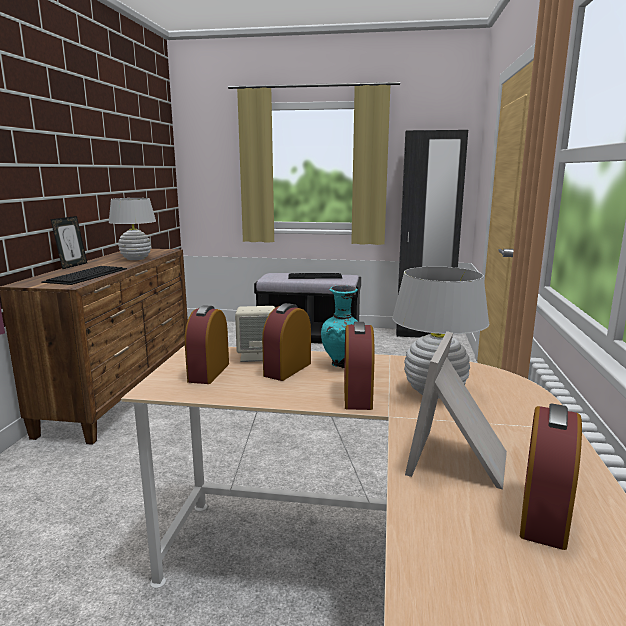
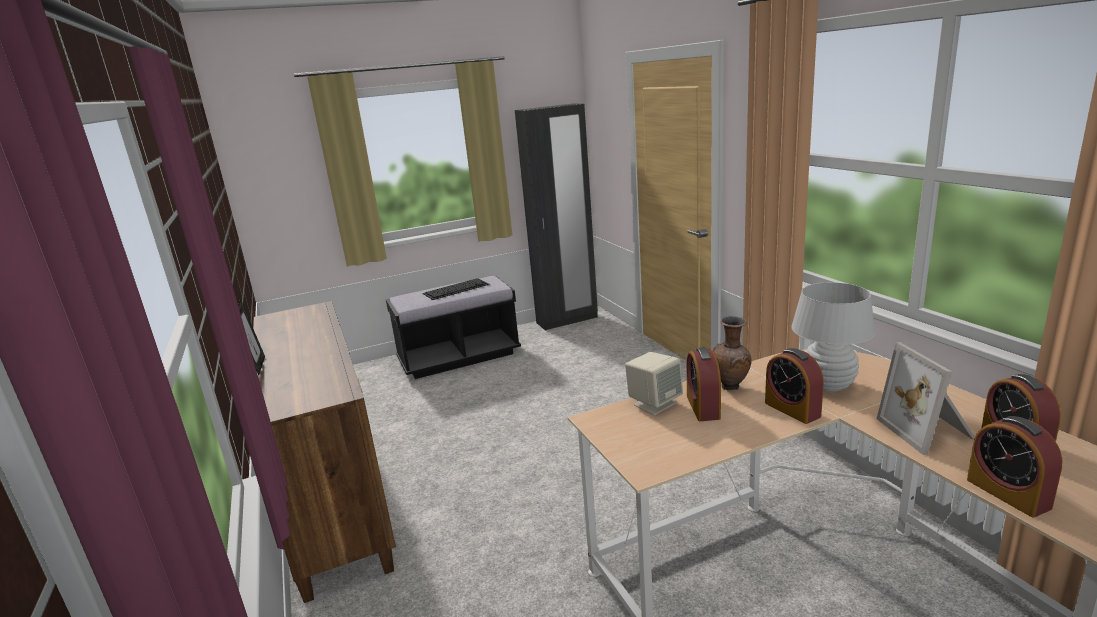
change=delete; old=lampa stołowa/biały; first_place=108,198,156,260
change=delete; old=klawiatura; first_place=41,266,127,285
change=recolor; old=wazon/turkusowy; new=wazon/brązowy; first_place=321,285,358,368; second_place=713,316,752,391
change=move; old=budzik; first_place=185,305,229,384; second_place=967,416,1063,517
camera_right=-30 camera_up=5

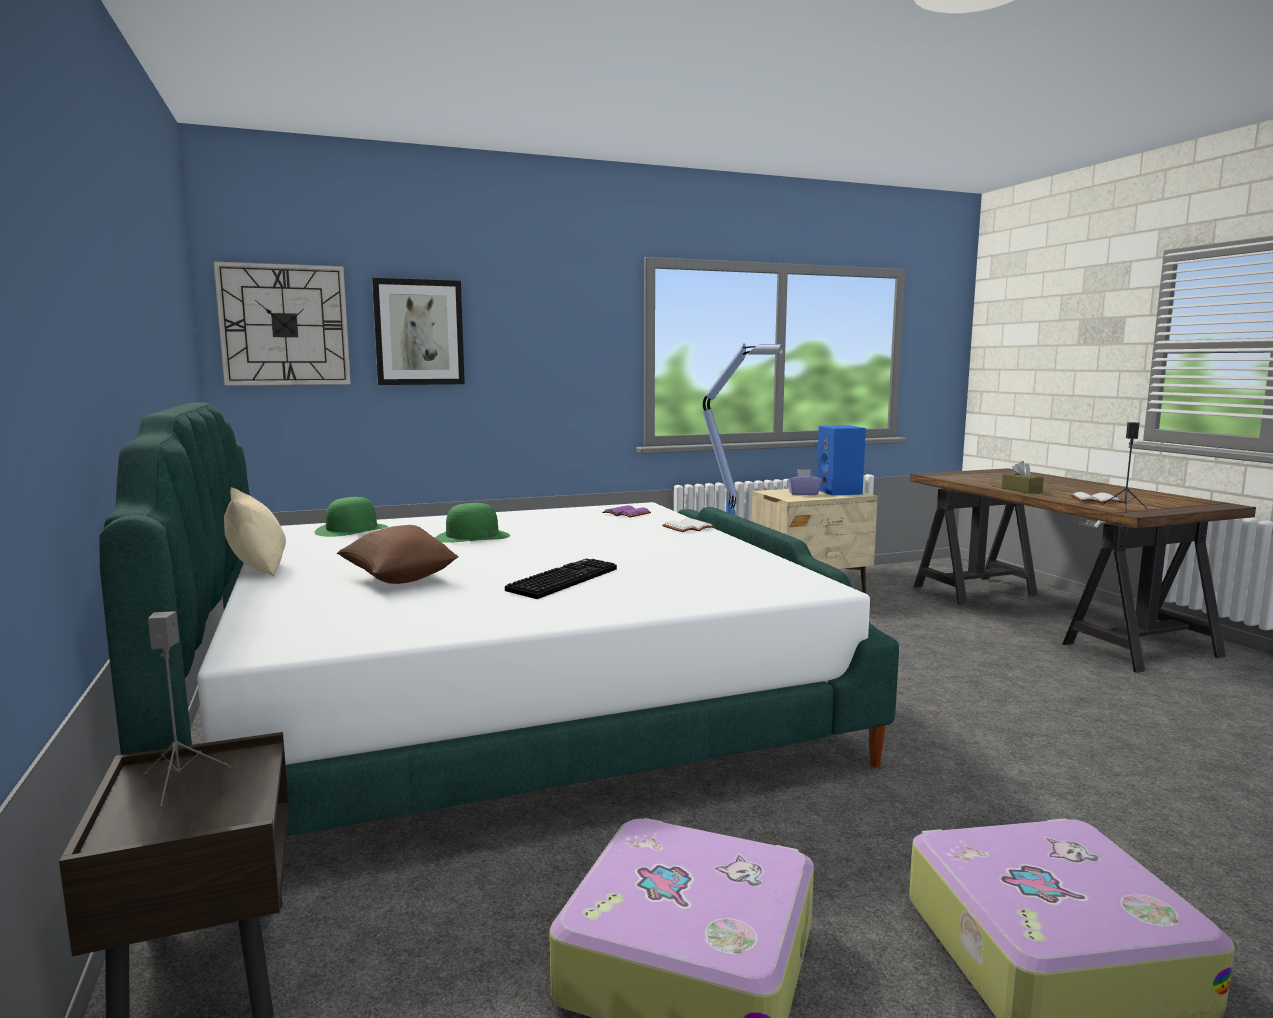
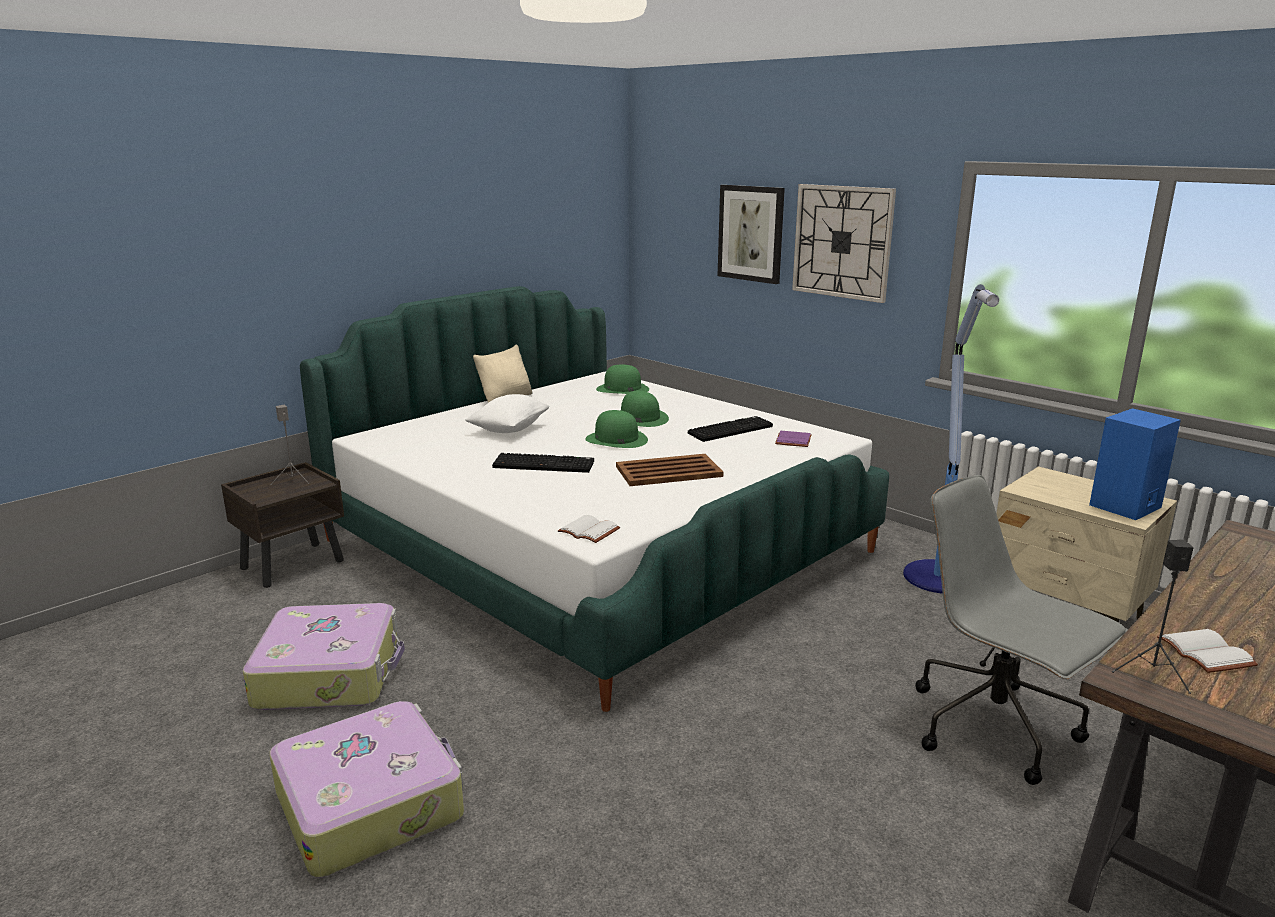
change=move; old=zegar ścienny; first_place=214,262,351,385; second_place=792,184,896,303
change=delete; old=pudełko chusteczek/brązowy; first_place=1002,461,1044,493
change=delete; old=pudełko chusteczek/fioletowy; first_place=787,469,822,495
change=move; old=książka/biały; first_place=662,518,716,532; second_place=558,515,620,543
change=recolor; old=poduszka/brązowy; new=poduszka/biały; first_place=337,525,459,584; second_place=465,394,549,433
change=insert; new=kapelusz/zielony; second_place=585,410,648,448
change=insert; new=klawiatura; second_place=688,416,773,442
change=insert; new=taca/brązowy; second_place=616,454,723,486
change=insert; new=krzesło biurowe/szary; second_place=915,475,1128,785
camera_right=65 camera_up=10

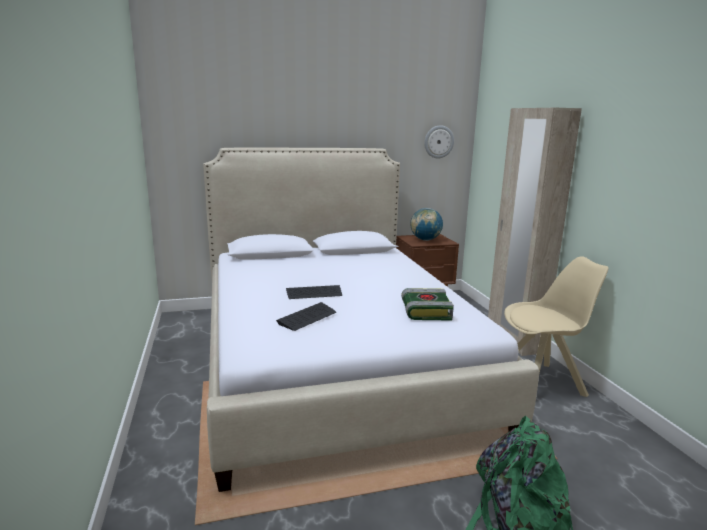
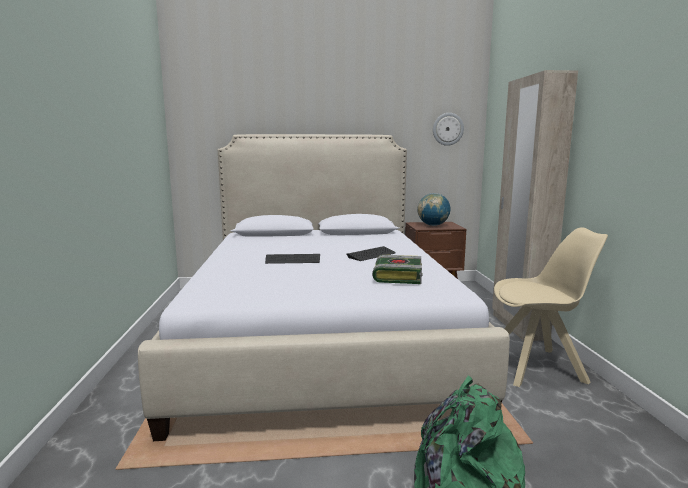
change=move; old=klawiatura; first_place=276,302,336,331; second_place=347,246,396,261
camera_right=10 camera_up=-5

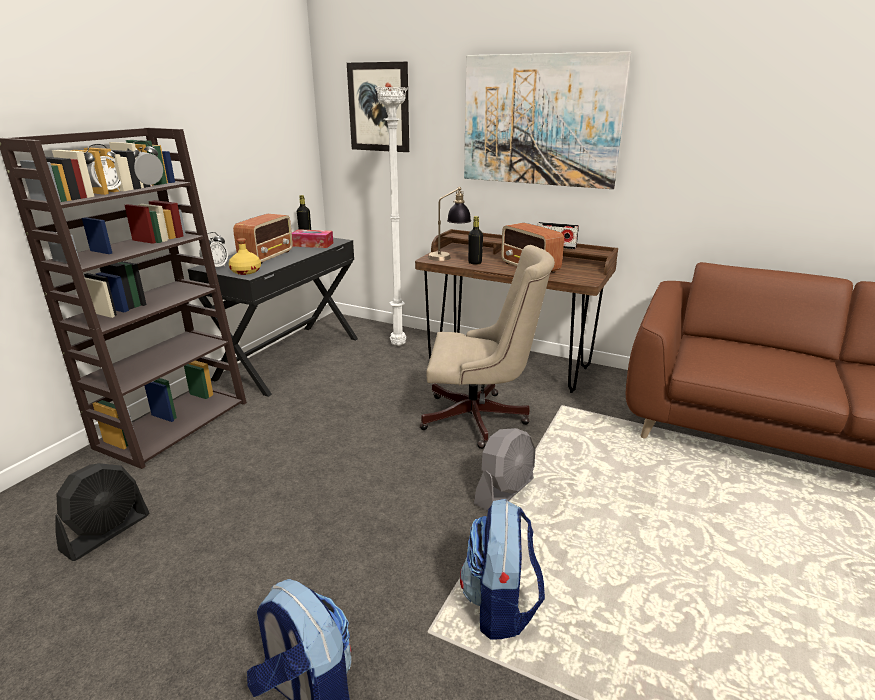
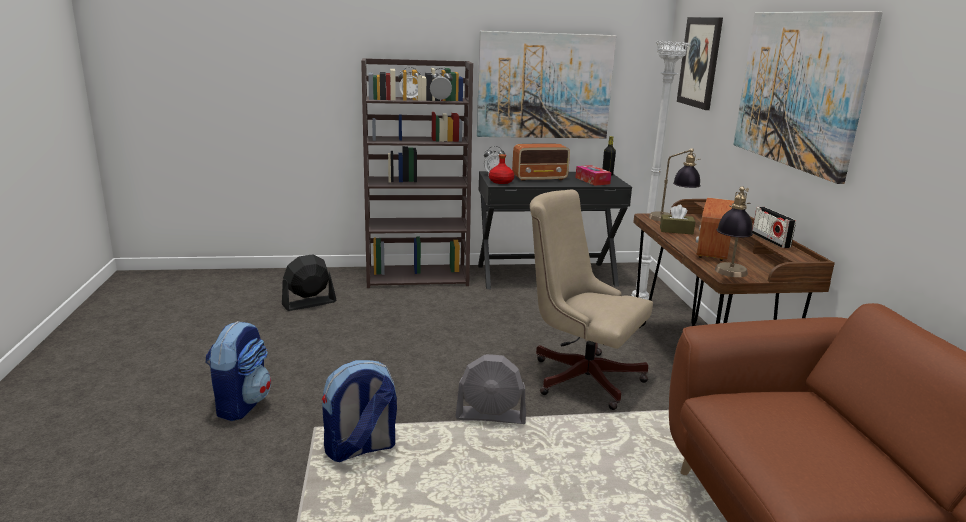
change=replace; old=butelka/czarny; new=pudełko chusteczek/brązowy; first_place=468,216,483,265; second_place=660,205,695,234
change=recolor; old=butelka/żółty; new=butelka/czerwony; first_place=229,238,261,275; second_place=489,154,514,184
change=rotate; old=krzesło biurowe/beżowy; first_place=420,245,555,449; second_place=530,190,653,410; degrees=150
change=rotate; old=wentylator/czarny; first_place=55,463,149,561; second_place=282,254,337,311; degrees=150
change=insert; new=obraz; second_place=477,31,616,138
change=insert; new=lampa stołowa; second_place=715,186,753,277
camera_right=55 camera_up=-5

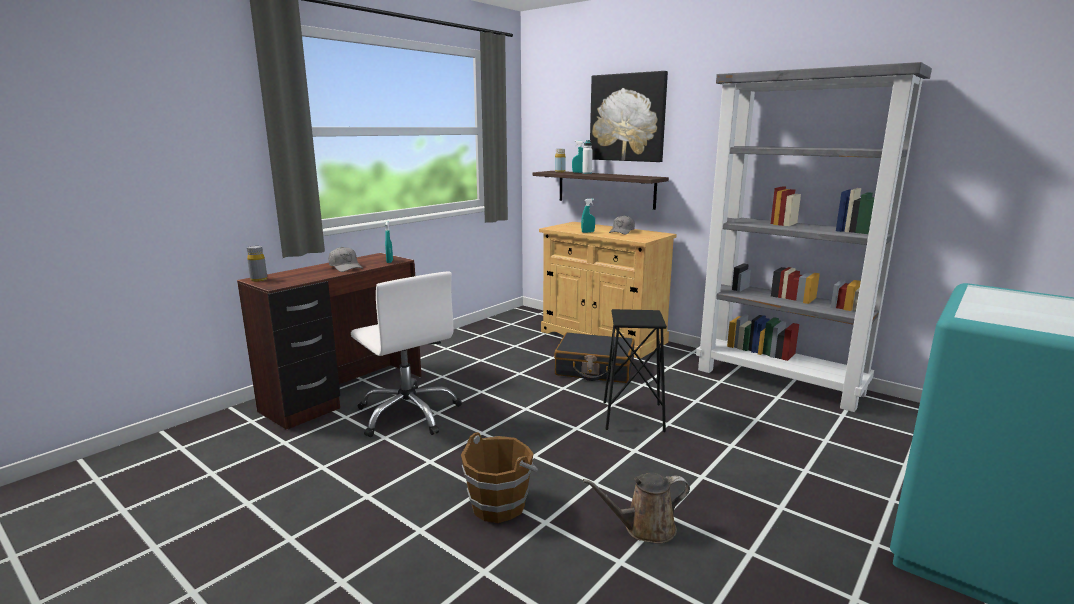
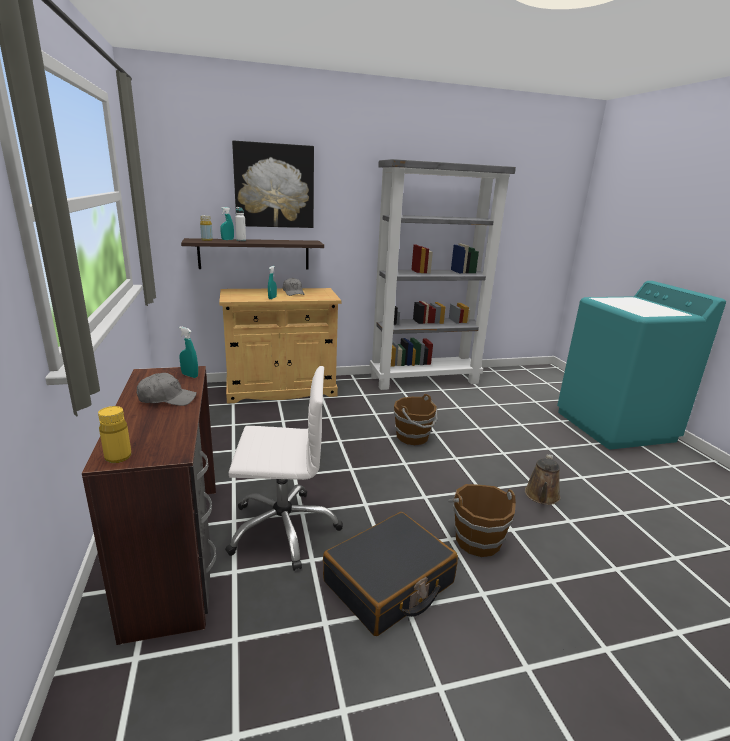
change=recolor; old=butelka/szary; new=butelka/żółty; first_place=247,246,267,282; second_place=98,406,132,463
change=replace; old=stołek/czarny; new=wiadro/brązowy; first_place=604,309,667,432; second_place=394,394,438,445
change=move; old=walizka/czarny; first_place=554,332,635,383; second_place=323,512,458,636
camera_right=-55 camera_up=5

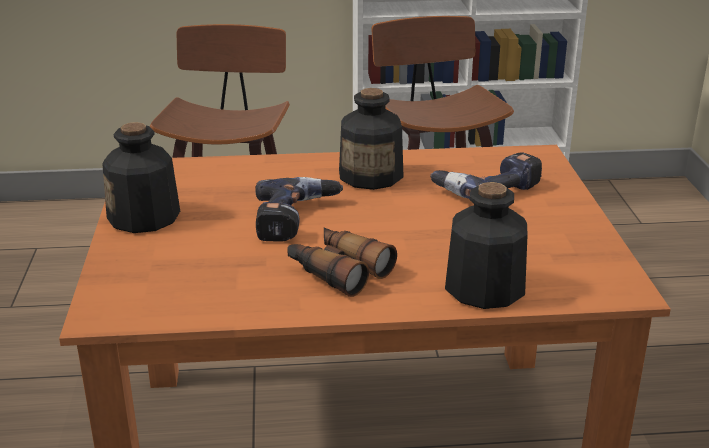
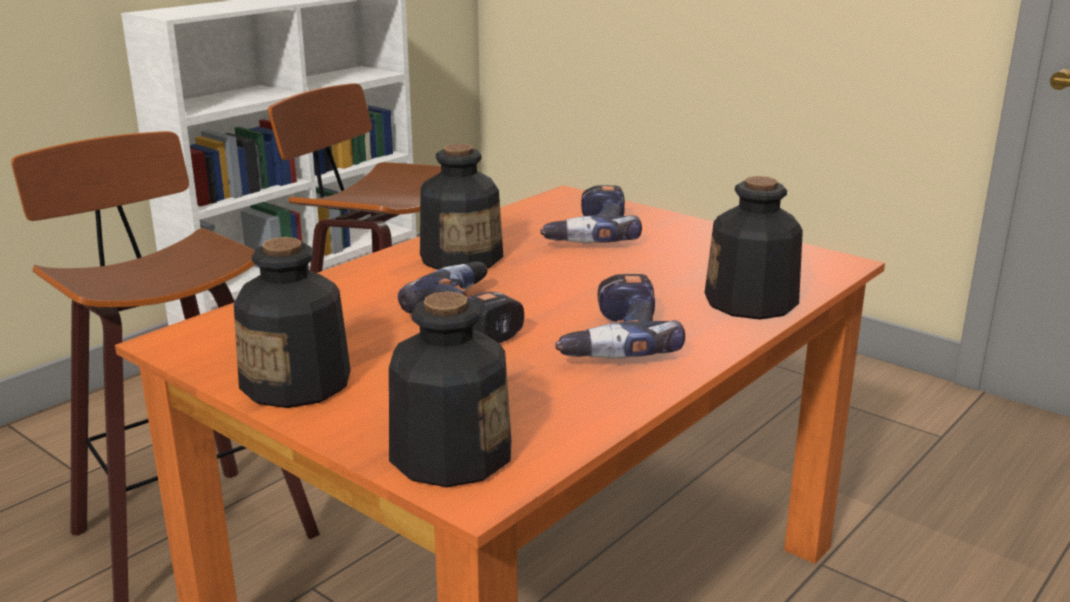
change=replace; old=lornetka; new=wiertarka; first_place=287,228,397,297; second_place=555,274,685,359
change=insert; new=butelka; second_place=389,291,511,487
camera_right=-45 camera_up=-5

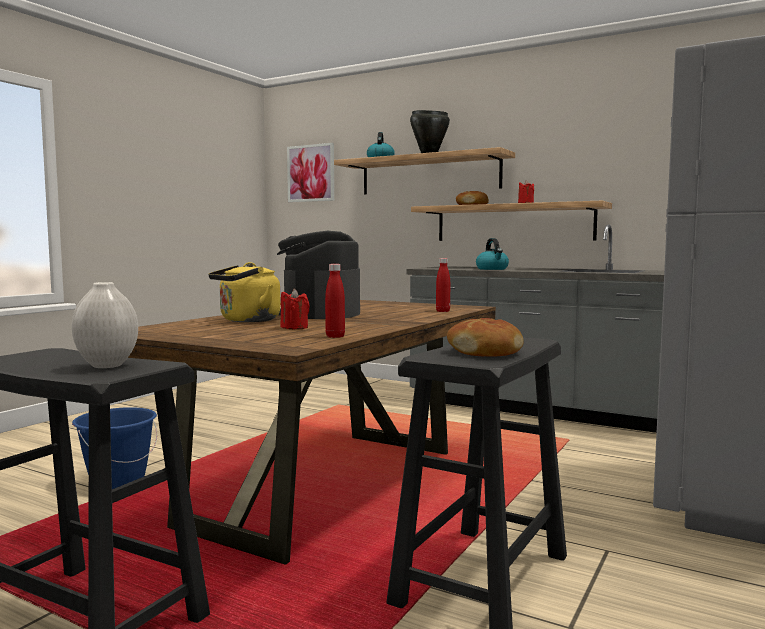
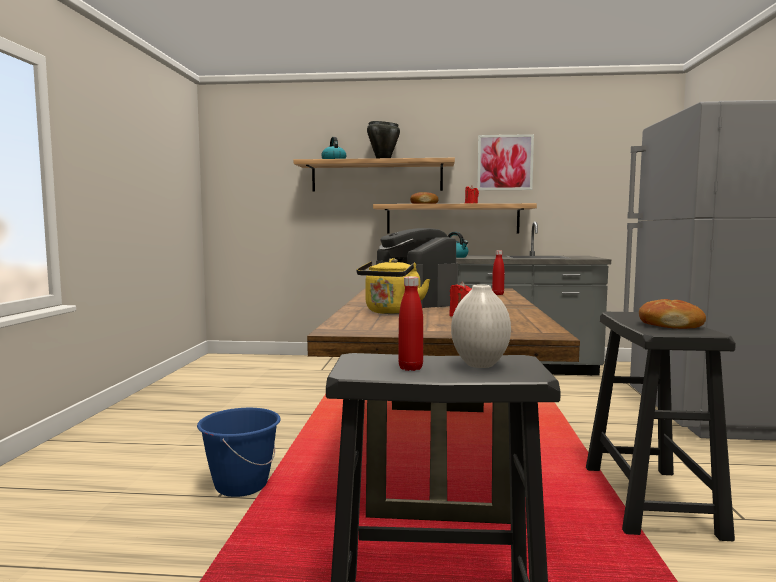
change=move; old=obraz; first_place=287,143,334,202; second_place=477,134,534,190
change=move; old=butelka/czerwony; first_place=325,264,345,338; second_place=398,276,423,371
camera_right=-25 camera_up=0

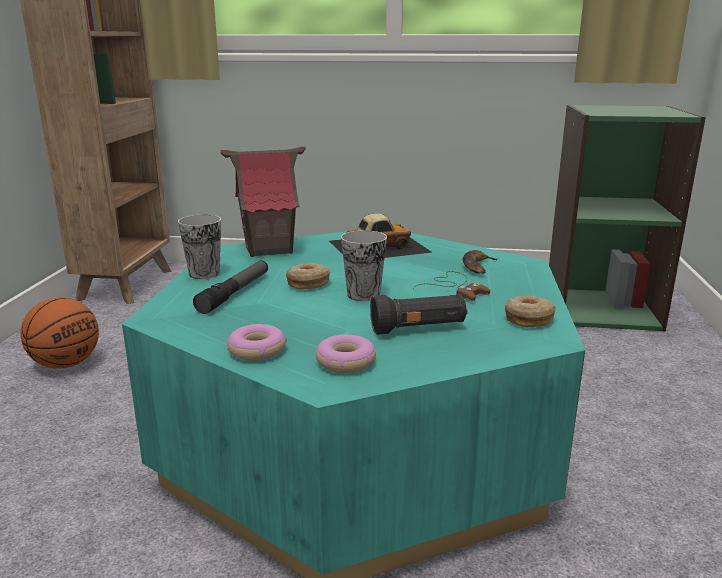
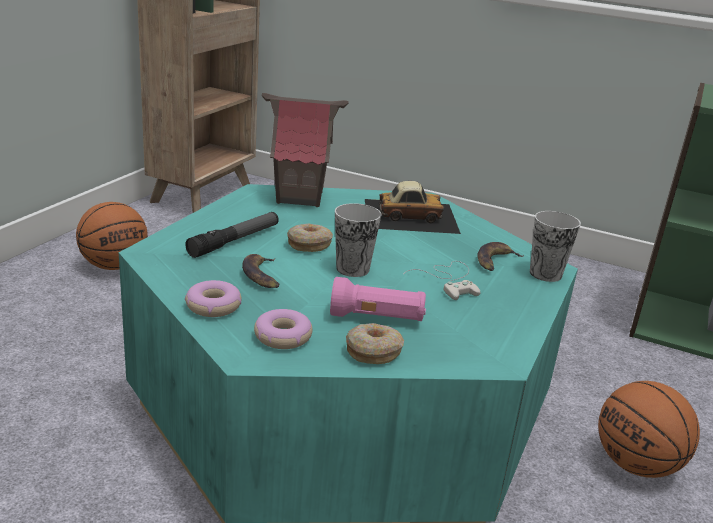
change=move; old=filiżanka; first_place=178,215,221,279; second_place=530,211,581,282
change=recolor; old=pad do gier/brązowy; new=pad do gier/biały; first_place=413,271,490,301; second_place=403,261,481,300
change=recolor; old=latarka/czarny; new=latarka/różowy; first_place=370,294,468,335; second_place=330,277,426,321
change=move; old=donut; first_place=505,296,556,327; second_place=346,323,404,364
change=insert; new=banan; second_place=242,254,279,288
change=insert; new=piłka do koszykówki; second_place=598,381,700,478
camera_right=15 camera_up=5

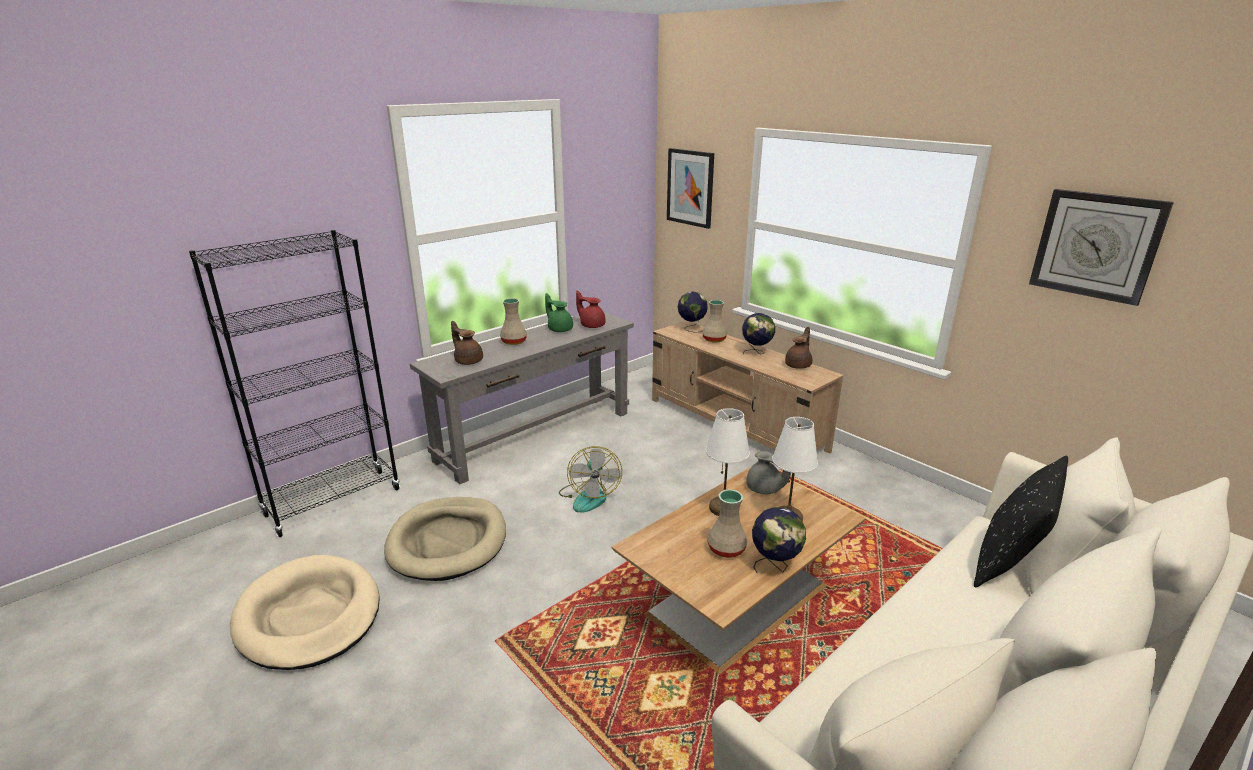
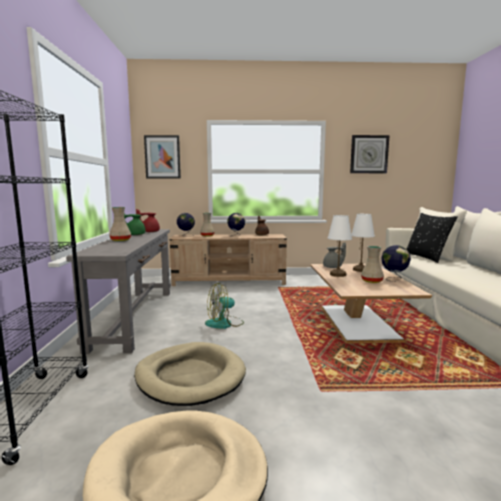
change=delete; old=imbryk/brązowy; first_place=451,321,483,365
change=rotate; old=wentylator; first_place=559,446,622,513; second_place=205,283,244,329; degrees=120
camera_right=-50 camera_up=-15

